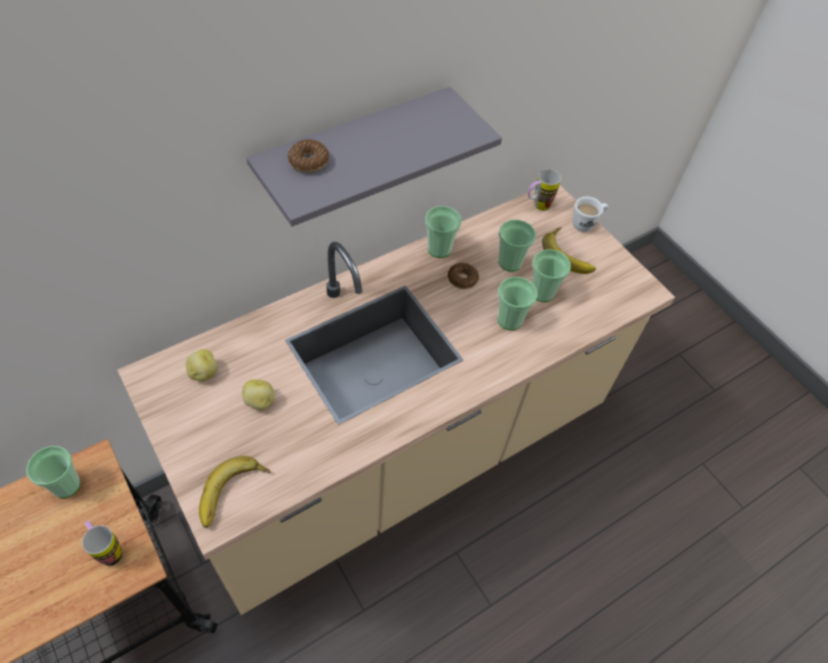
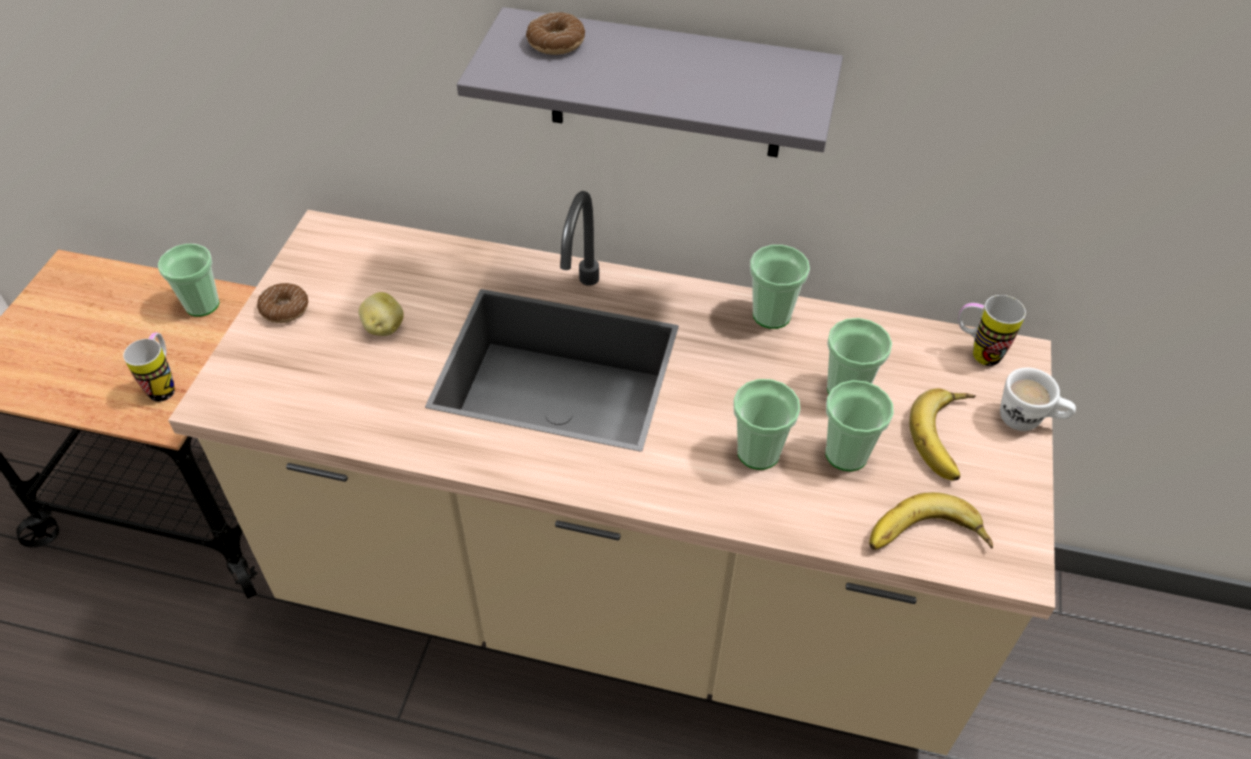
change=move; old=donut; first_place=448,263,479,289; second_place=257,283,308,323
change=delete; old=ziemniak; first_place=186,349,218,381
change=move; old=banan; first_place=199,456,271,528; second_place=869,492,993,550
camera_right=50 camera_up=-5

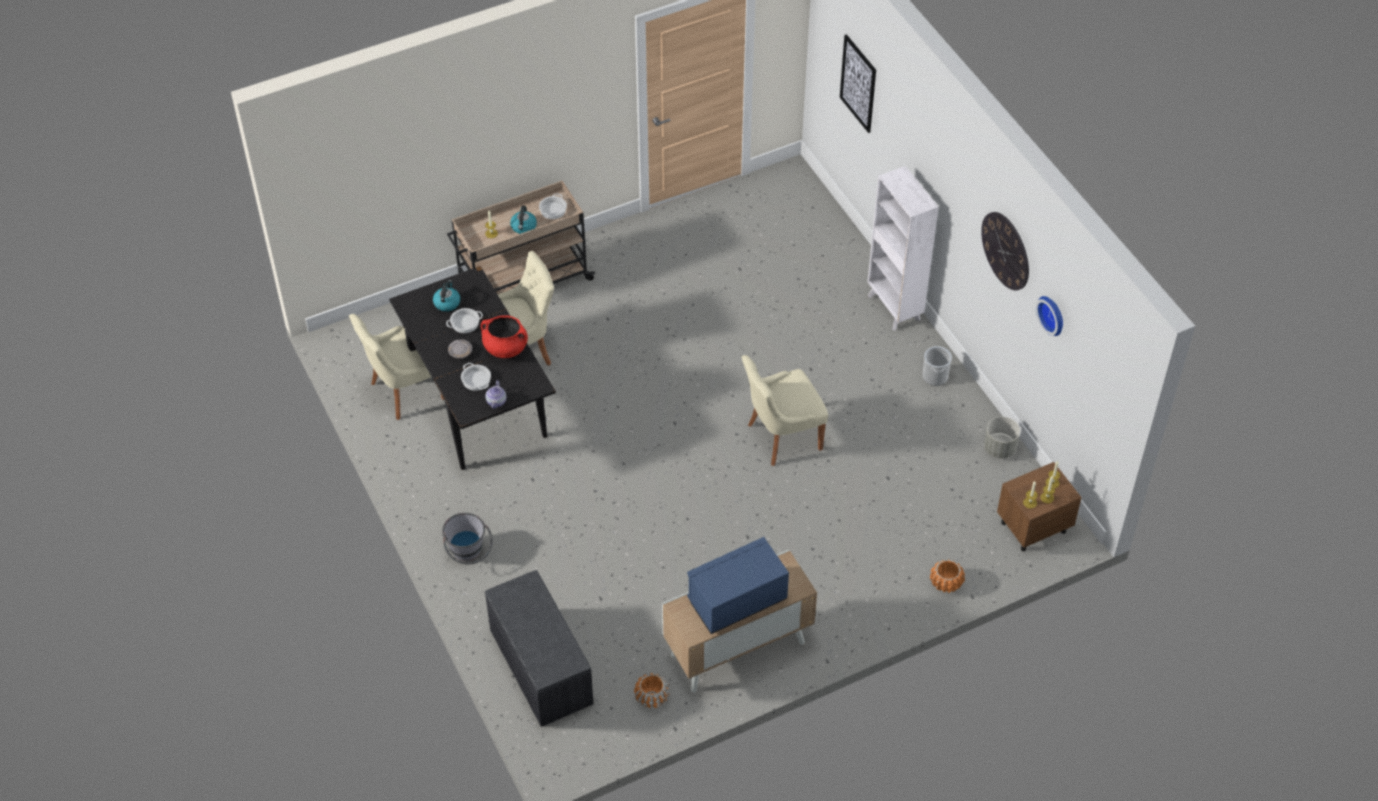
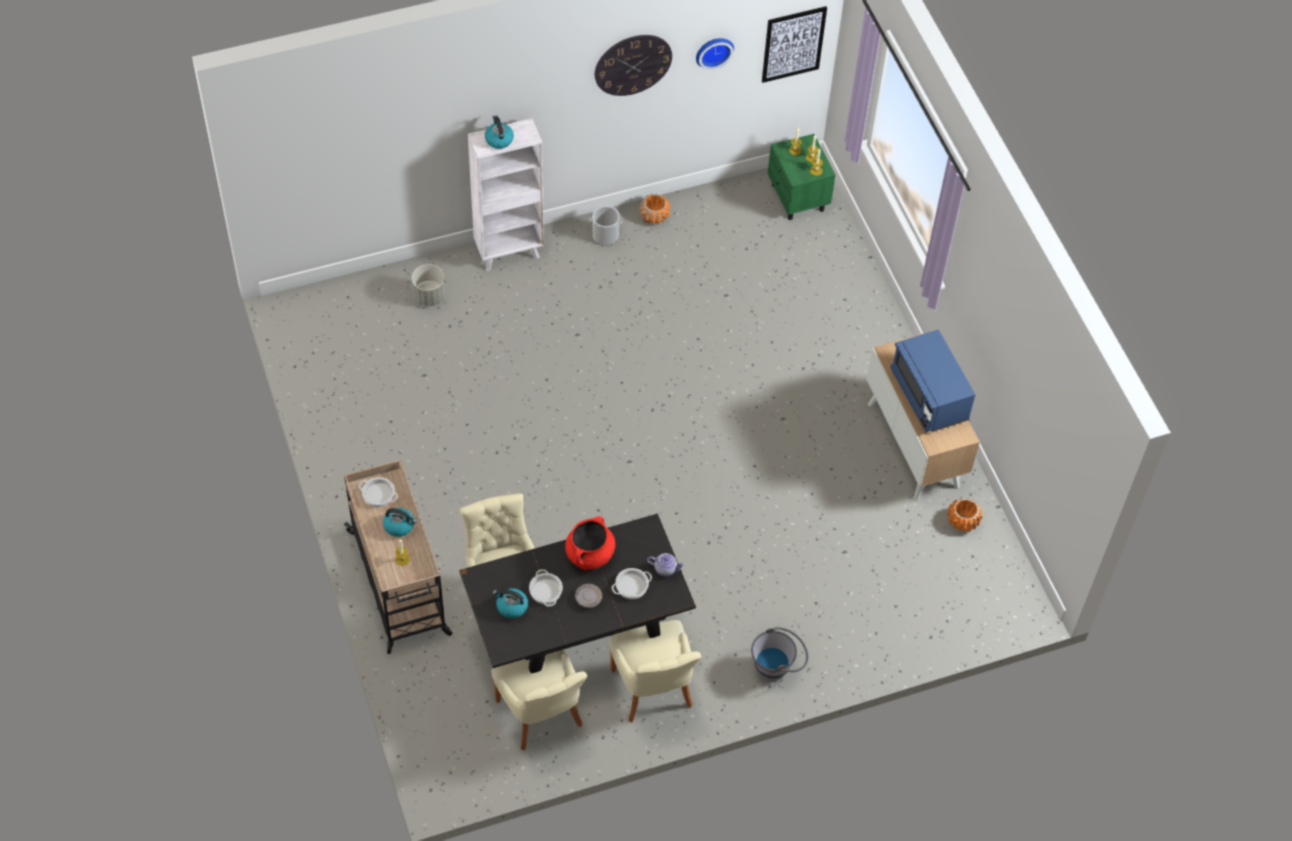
change=move; old=obraz; first_place=840,34,876,133; second_place=762,6,827,83
change=move; old=krzesło/beżowy; first_place=741,355,828,466; second_place=609,620,702,722
change=move; old=donica/szary; first_place=984,417,1020,458; second_place=412,264,446,306
change=recolor; old=szafka nocna/brązowy; new=szafka nocna/zielony; first_place=997,462,1082,552; second_place=768,134,835,220
change=move; old=donica/pomarańczowy; first_place=930,559,965,593; second_place=639,194,670,224
change=delete; old=ławka/szary; first_place=485,570,594,727
change=insert; new=czajnik; second_place=485,115,514,149
camera_right=-85 camera_up=5

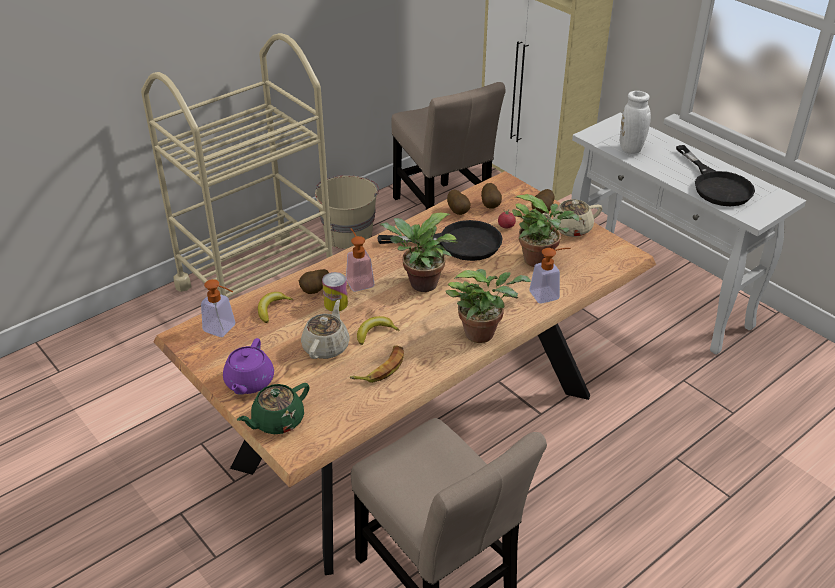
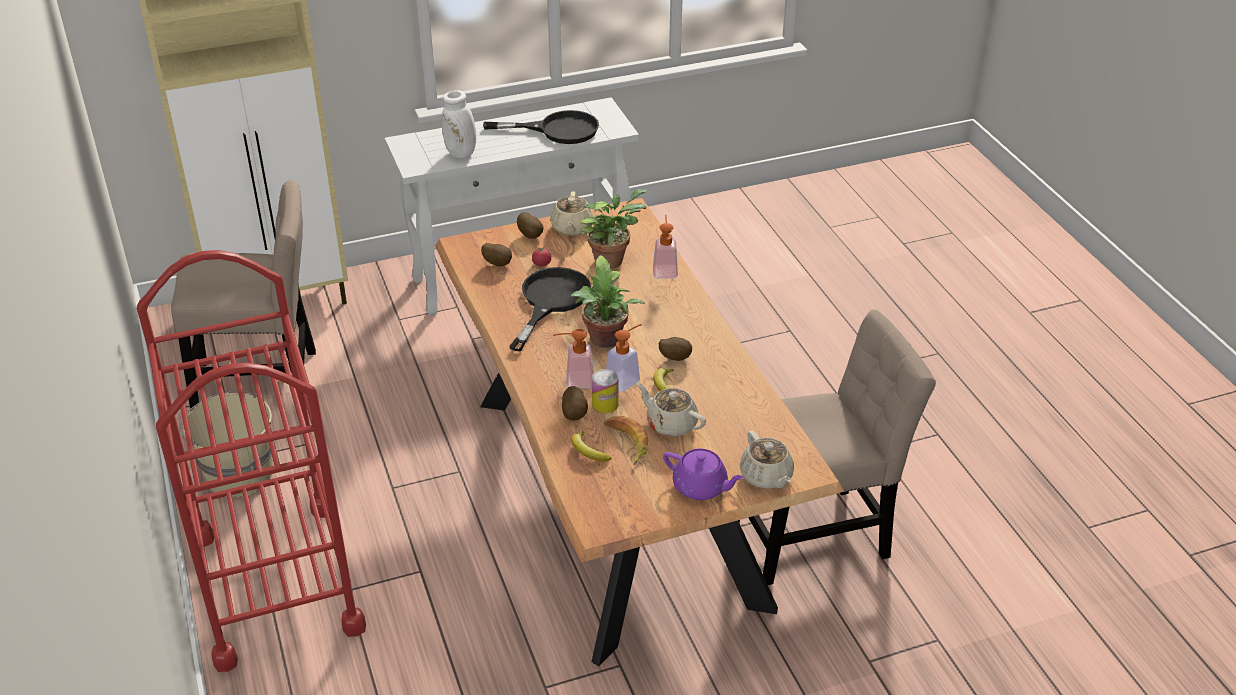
change=recolor; old=wózek/beżowy; new=wózek/czerwony; first_place=141,33,333,298; second_place=137,250,366,672
change=move; old=ziemniak; first_place=447,190,471,215; second_place=659,337,692,361
change=delete; old=roślina doniczkowa; first_place=445,269,531,343
change=move; old=dozownik mydła; first_place=201,279,236,337; second_place=606,324,642,392
change=move; old=banan; first_place=350,346,404,383; second_place=604,416,648,465
change=recolor; old=imbryk/zielony; new=imbryk/beżowy; first_place=237,383,310,434; second_place=739,430,794,489
camera_right=-70 camera_up=0

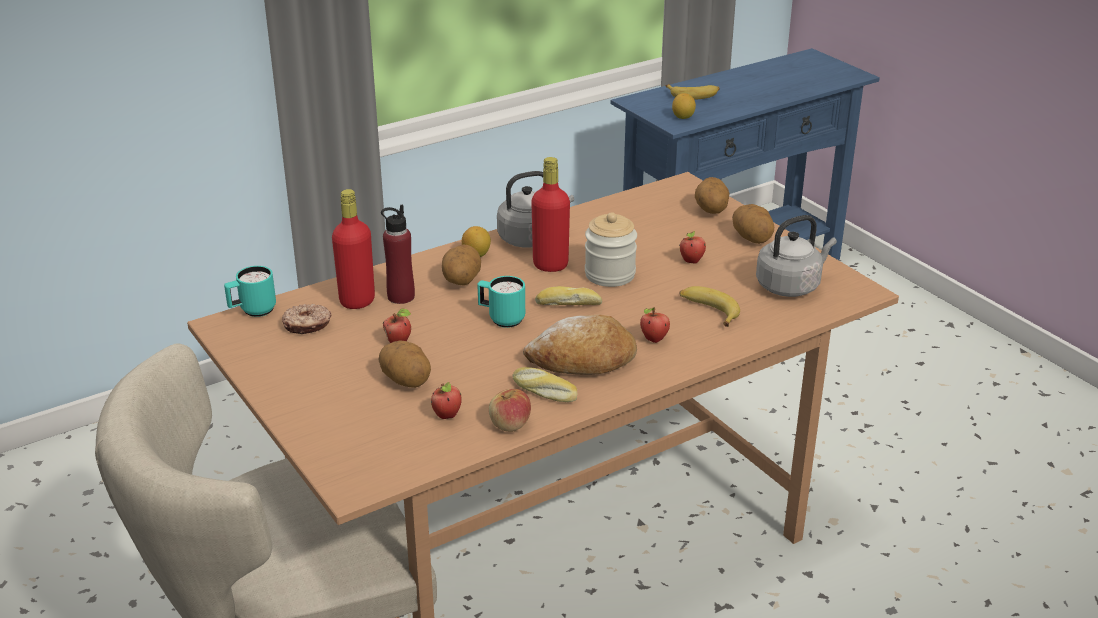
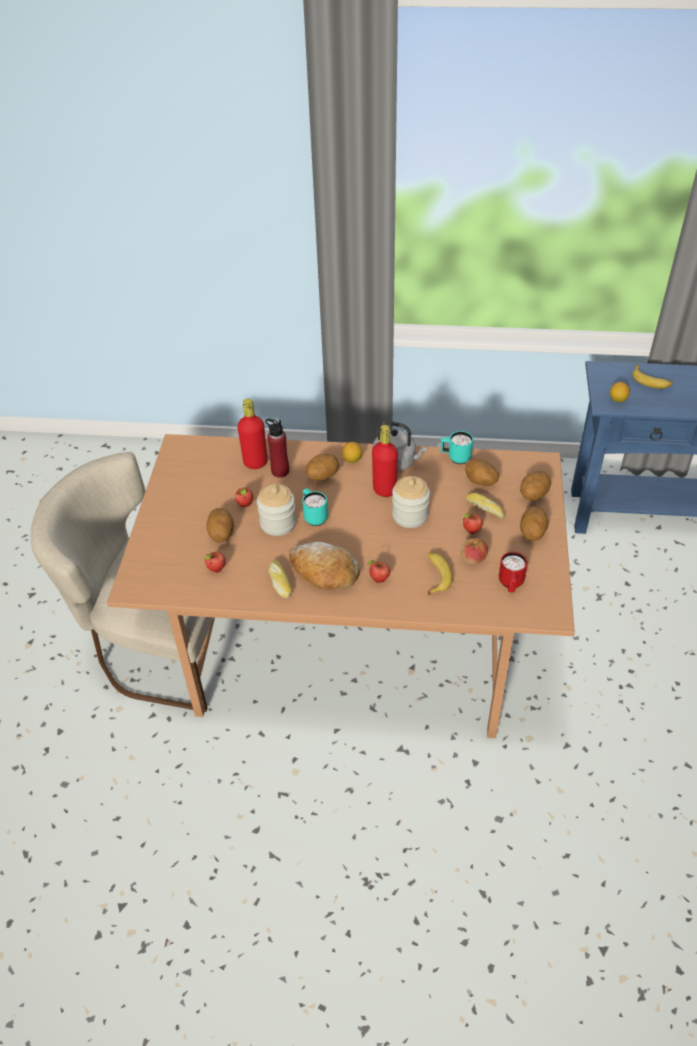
change=replace; old=czajnik/szary; new=kubek/czerwony; first_place=756,215,837,297; second_place=499,552,528,592
change=move; old=kubek/turkusowy; first_place=224,266,276,317; second_place=441,431,473,464
change=move; old=chleb; first_place=535,286,602,305; second_place=466,493,505,519
change=delete; old=donut; first_place=282,304,331,334
change=move; old=jabłko; first_place=489,389,531,432; second_place=461,538,488,565
change=insert; new=ziemniak; second_place=465,459,499,486
change=insert; new=słoik; second_place=257,484,296,536
camera_right=40 camera_up=15

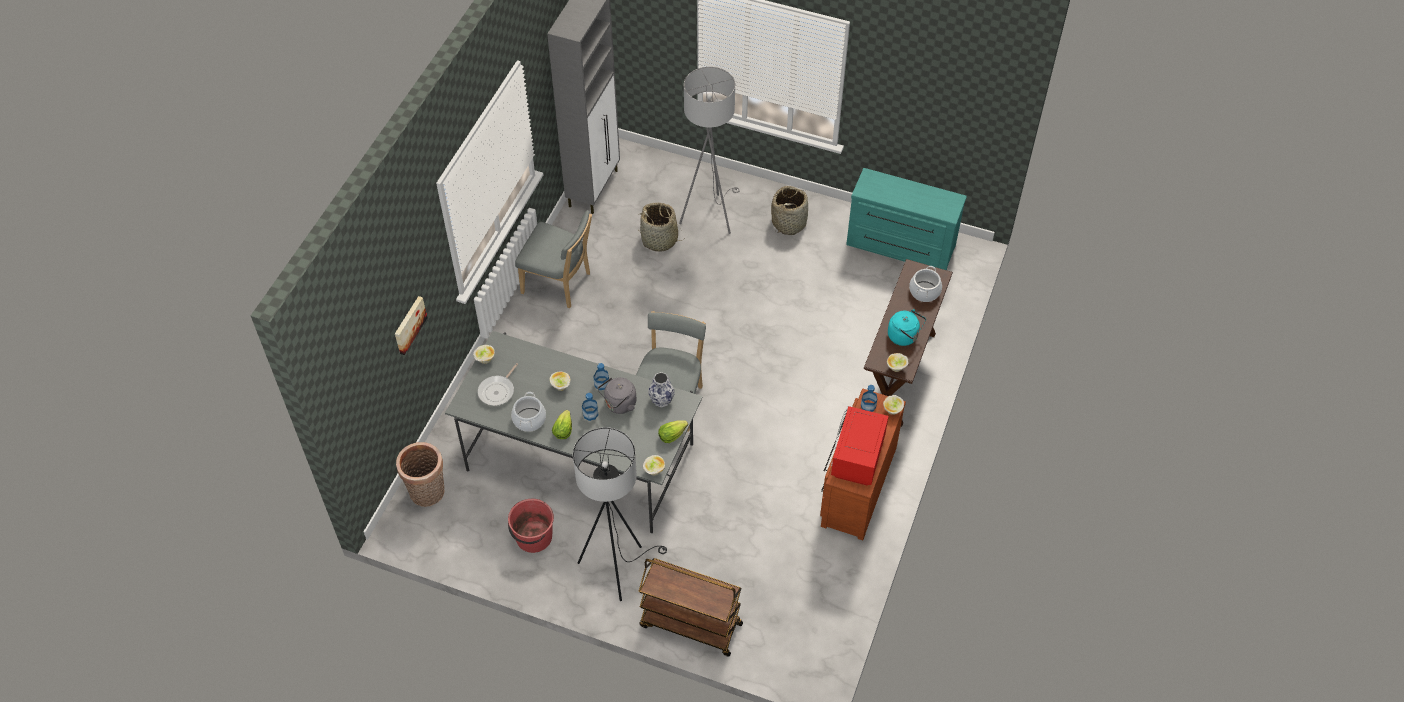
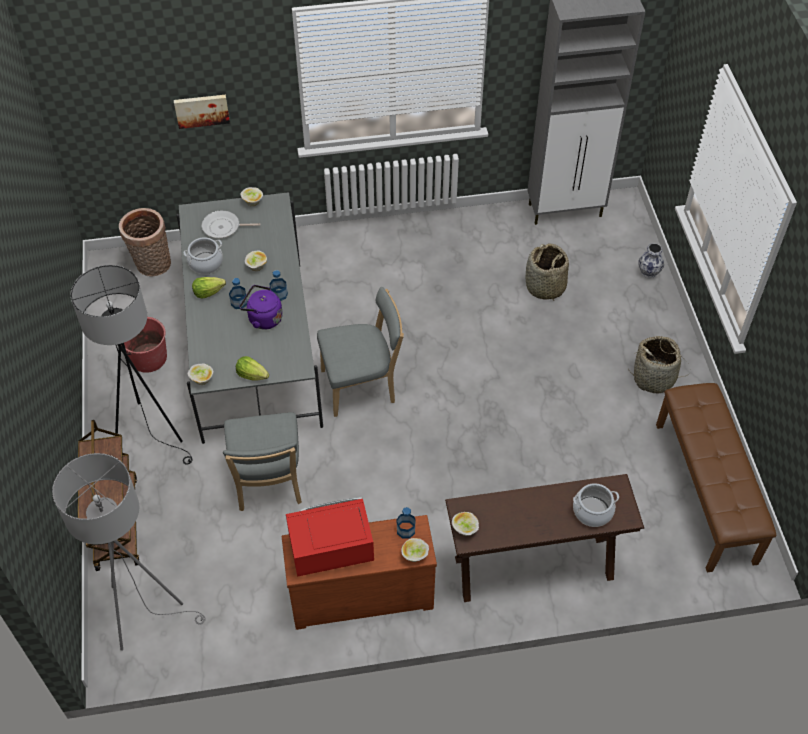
change=move; old=lampa stojąca/szary; first_place=679,67,740,234; second_place=52,453,205,651
change=replace; old=komoda/turkusowy; new=ławka/brązowy; first_place=846,168,967,270; second_place=656,383,776,573
change=move; old=krzesło/szary; first_place=515,210,592,308; second_place=223,412,302,511
change=delete; old=czajnik/turkusowy; first_place=888,309,926,346
change=move; old=wazon; first_place=648,372,675,408; second_place=638,243,664,279
change=recolor; old=czajnik/szary; new=czajnik/fioletowy; first_place=598,377,636,414; second_place=239,285,283,329
camera_right=60 camera_up=0

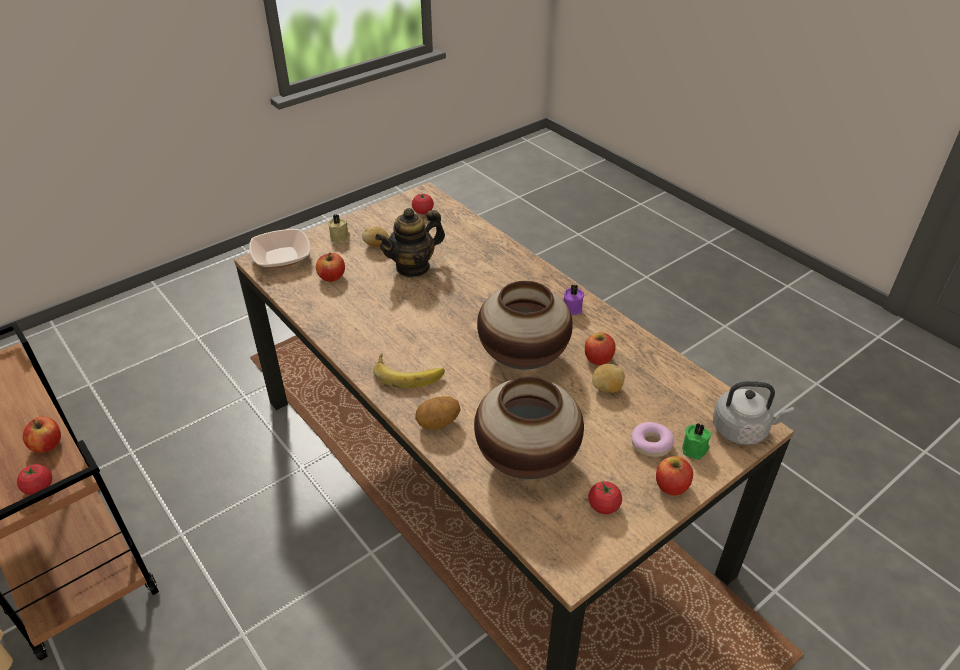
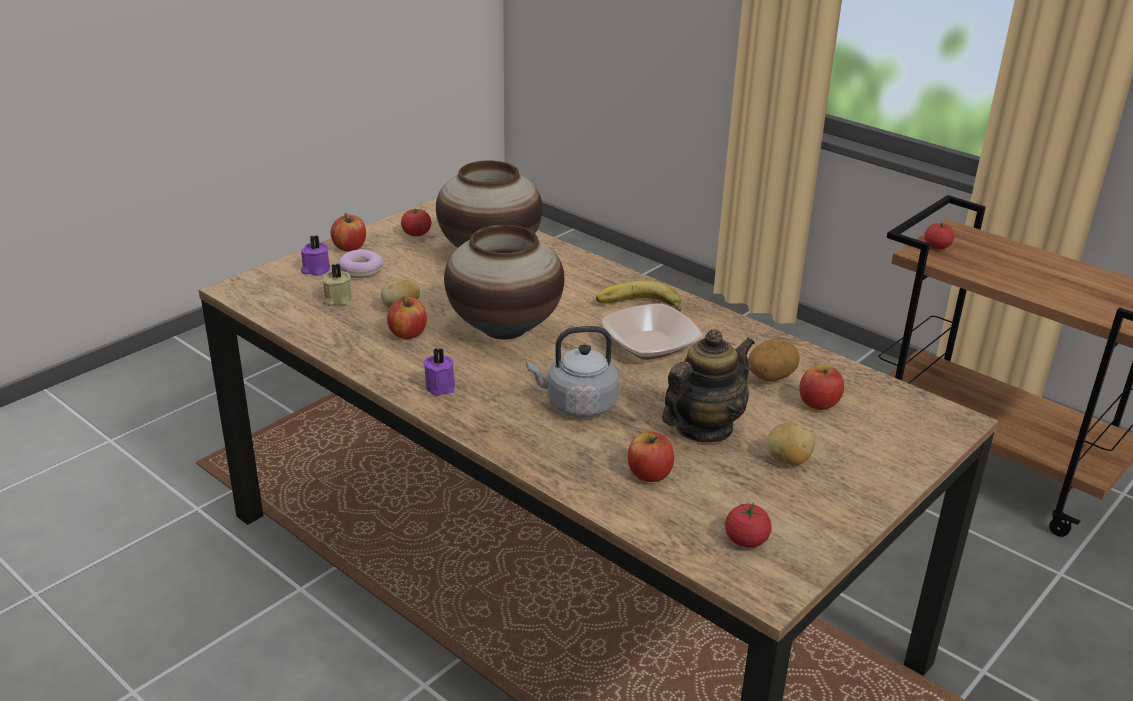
change=move; old=świeca/beżowy; first_place=328,214,350,243; second_place=323,264,351,306
change=move; old=miska; first_place=249,229,310,268; second_place=602,303,702,360
change=move; old=czajnik/szary; first_place=713,381,794,445; second_place=526,326,619,418
change=move; old=ziemniak; first_place=415,396,461,429; second_place=749,340,800,382
change=move; old=jabłko; first_place=23,417,61,453; second_place=628,431,674,482
change=recolor; old=świeca/zielony; new=świeca/fioletowy; first_place=682,423,711,460; second_place=301,235,330,276
camera_right=170 camera_up=-10

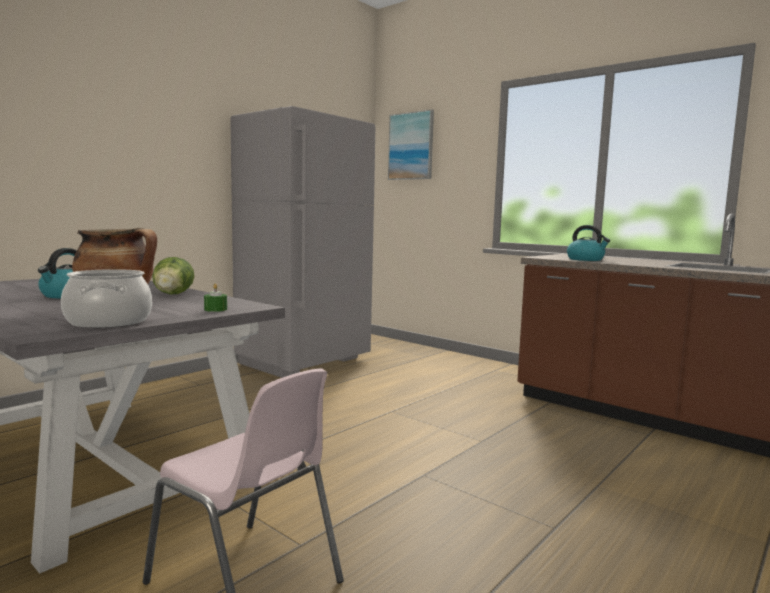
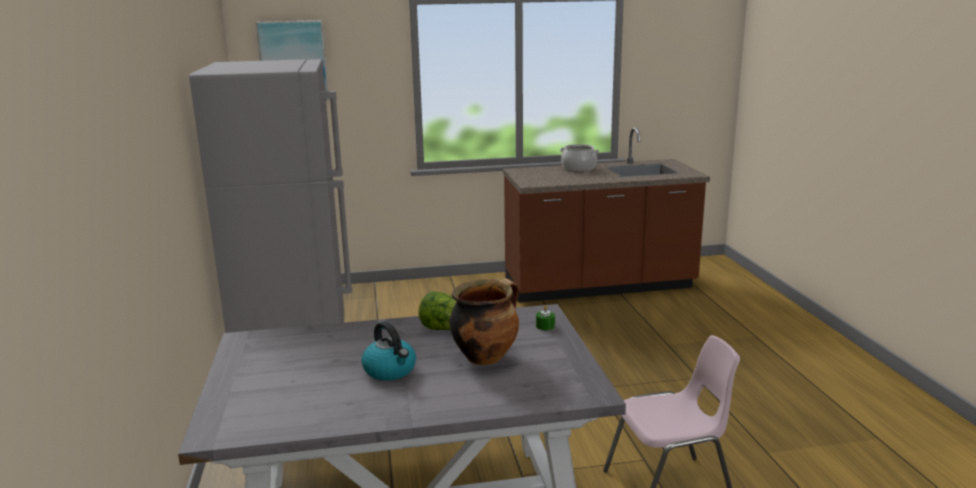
change=delete; old=czajnik; first_place=567,225,610,261
change=move; old=garnek; first_place=61,269,152,328; second_place=560,144,599,171
camera_right=-50 camera_up=10

